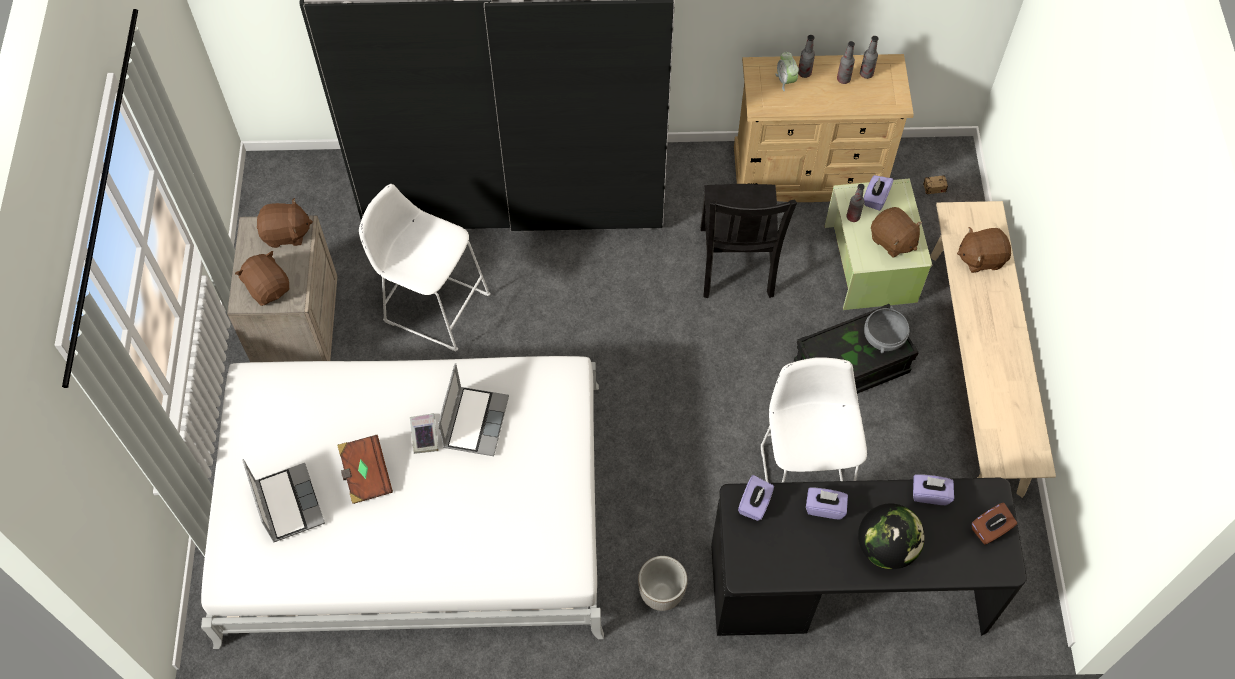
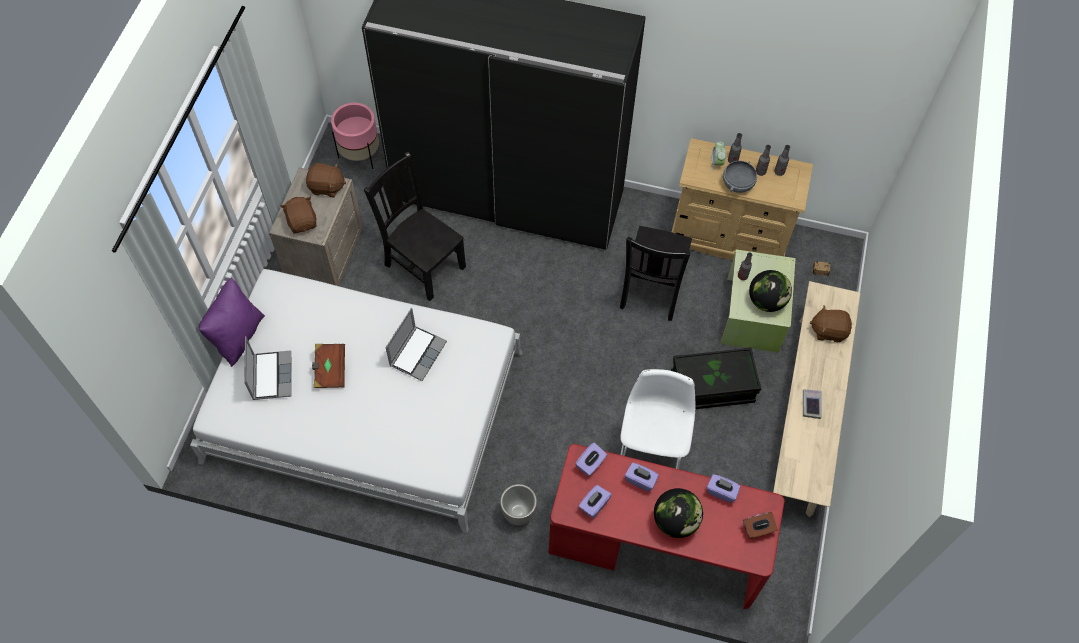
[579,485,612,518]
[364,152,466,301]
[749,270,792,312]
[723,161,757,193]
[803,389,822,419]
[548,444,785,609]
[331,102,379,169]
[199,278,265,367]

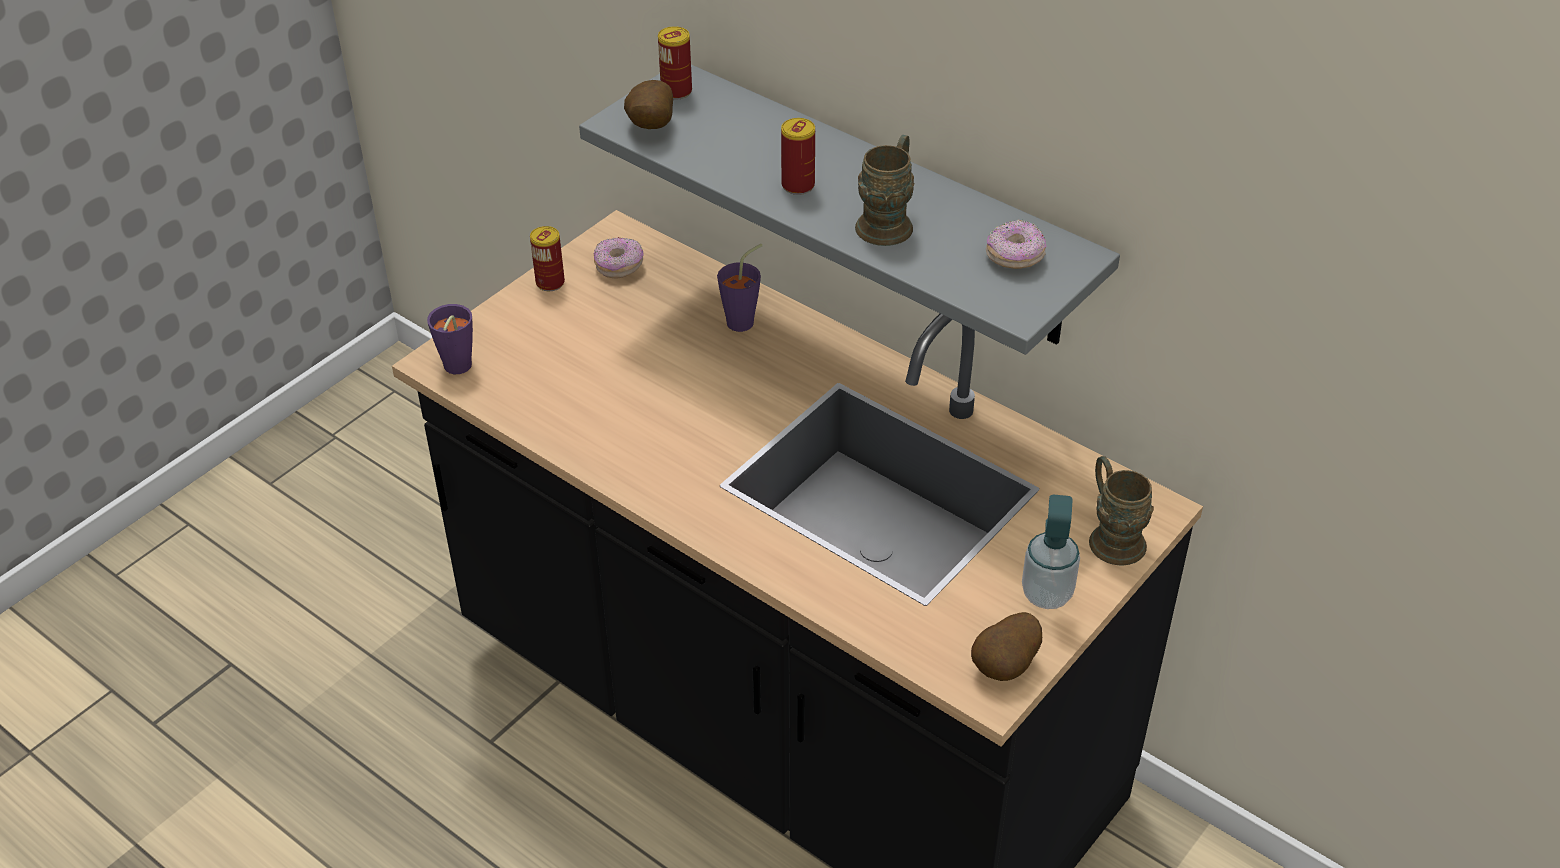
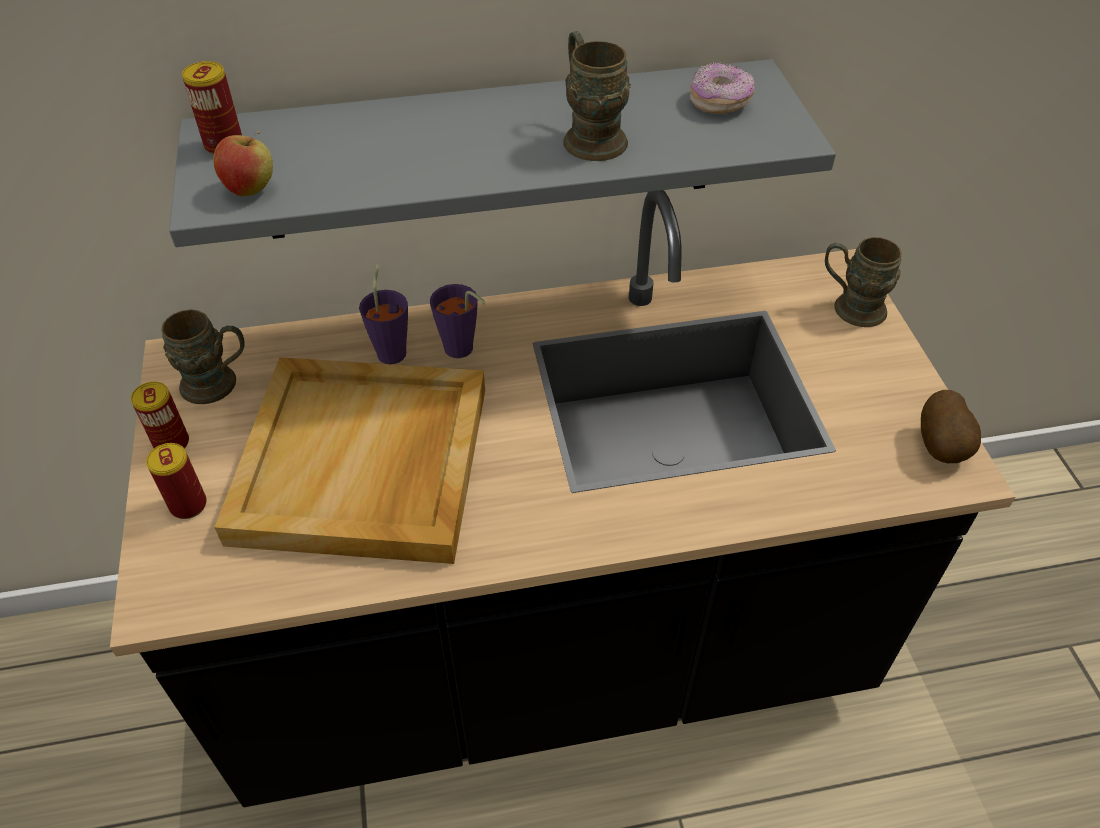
[213,131,273,196]
[146,443,207,519]
[162,310,245,404]
[430,284,485,358]
[1022,494,1080,609] (first image)
[214,357,485,564]

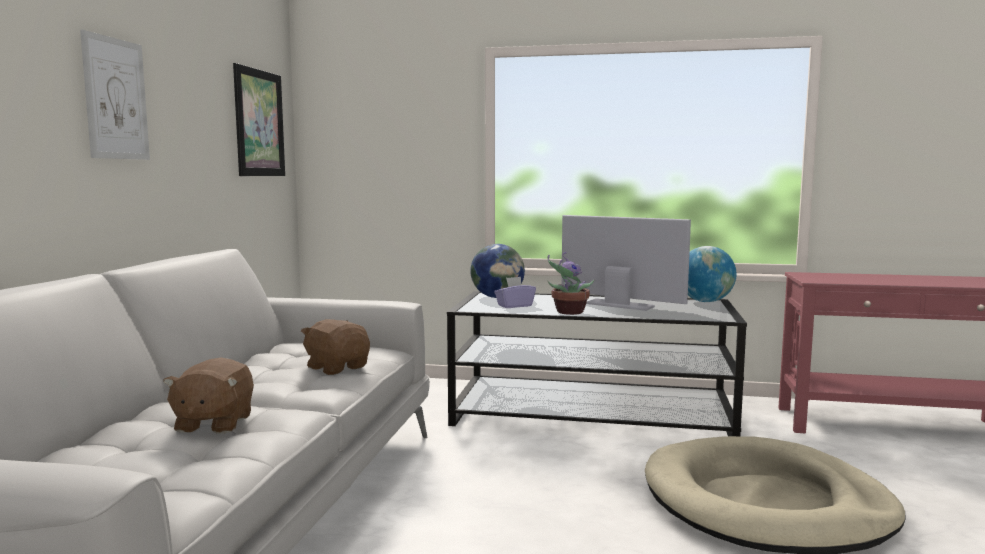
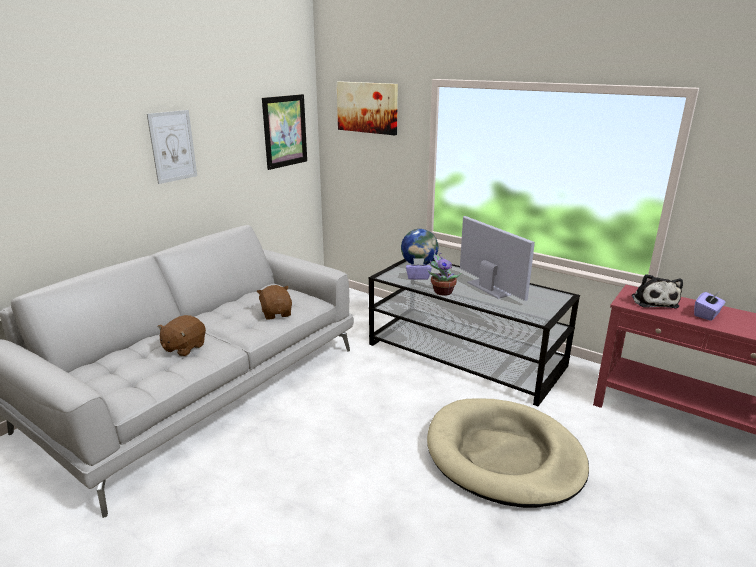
[688,246,737,302] (first image)
[337,81,398,135]
[632,274,683,308]
[694,291,726,321]

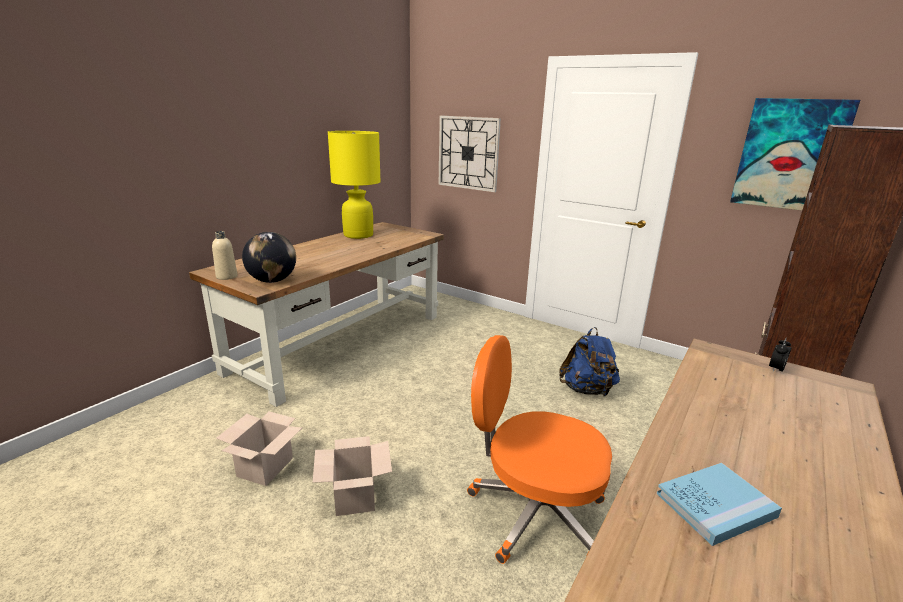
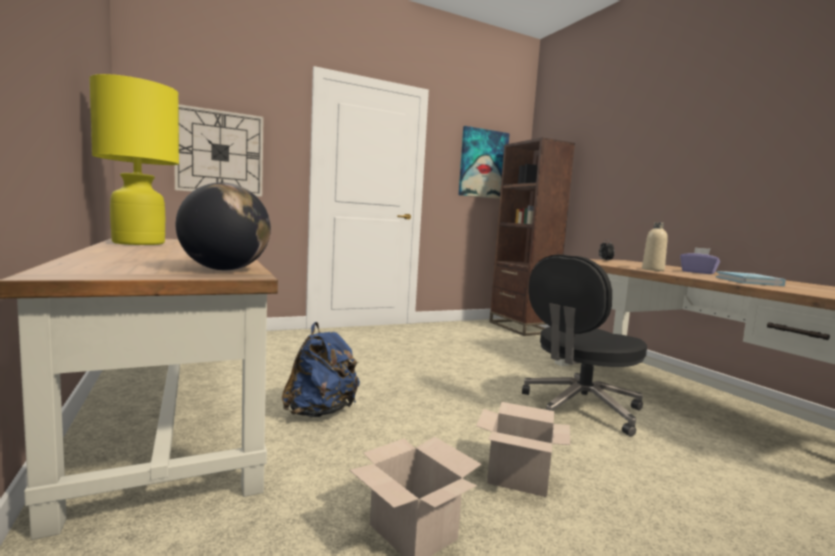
[642,222,668,271]
[282,322,360,417]
[522,254,647,437]
[680,247,720,274]

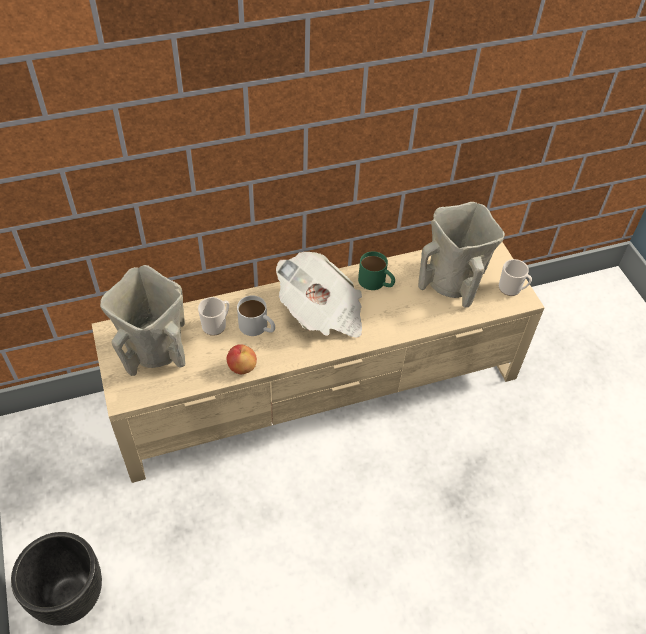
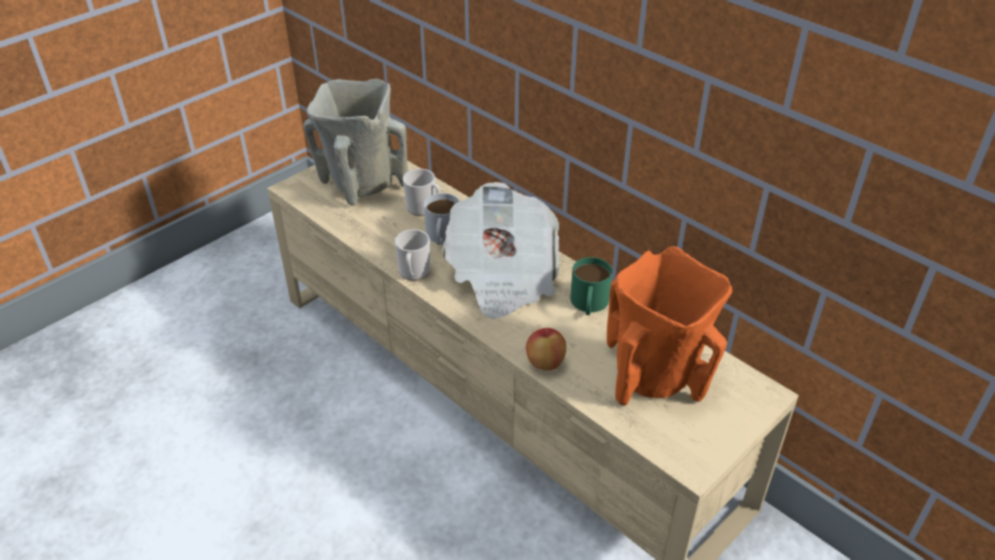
[607,246,732,406]
[395,229,430,281]
[526,328,566,370]
[11,532,102,626] (first image)

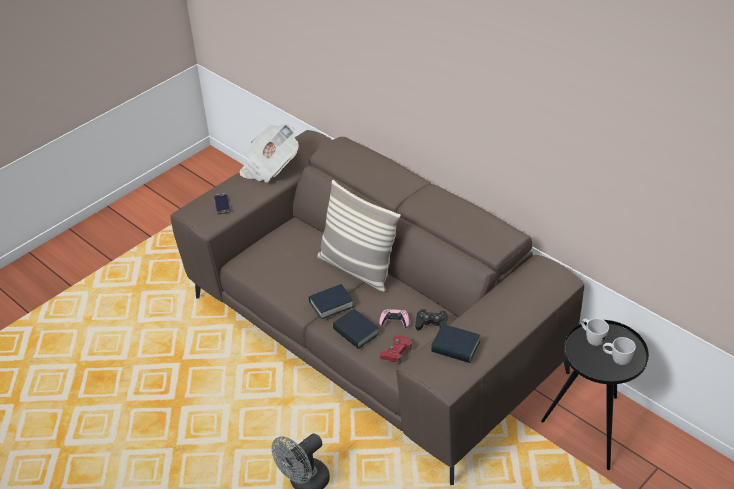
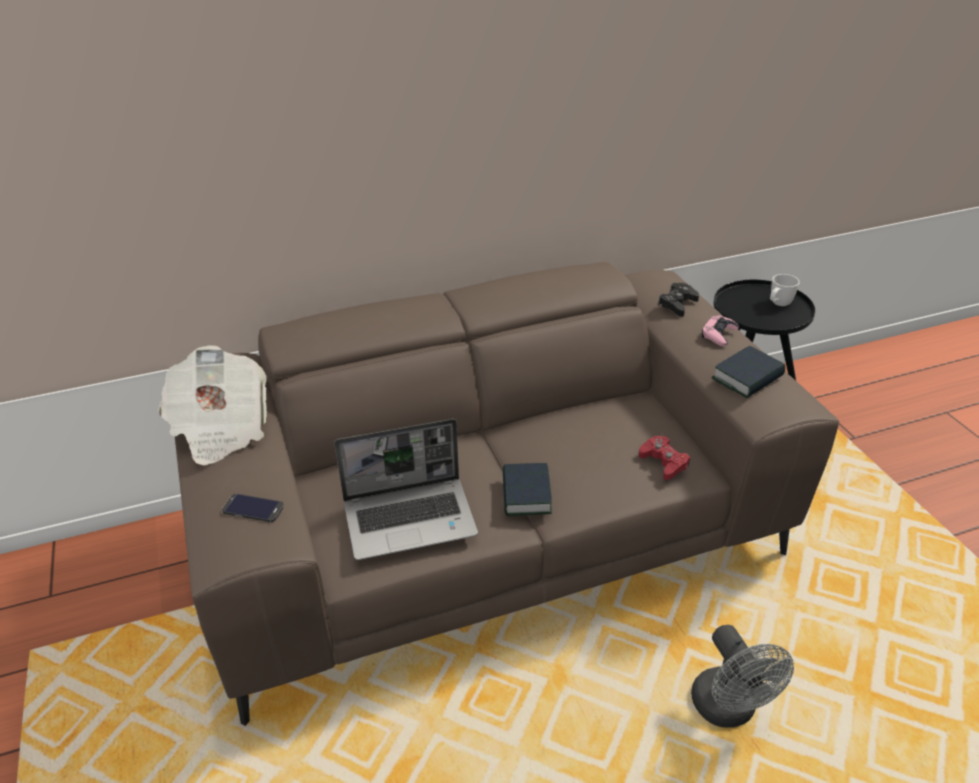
[317,180,401,292] (first image)
[332,309,379,349] (first image)
[702,315,739,346]
[658,283,699,317]
[581,318,609,346] (first image)
[334,419,478,560]

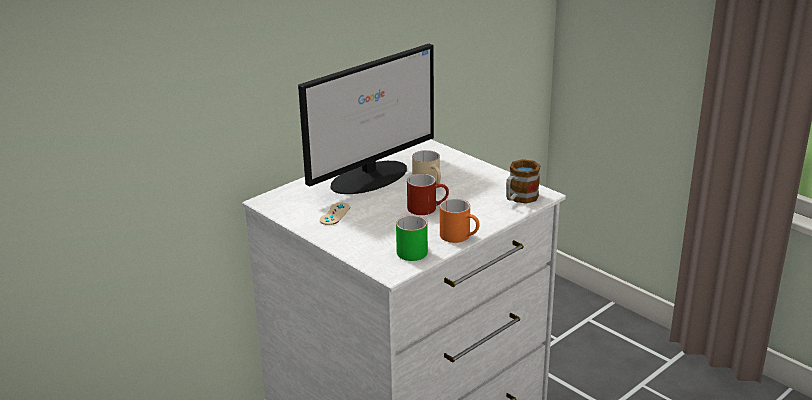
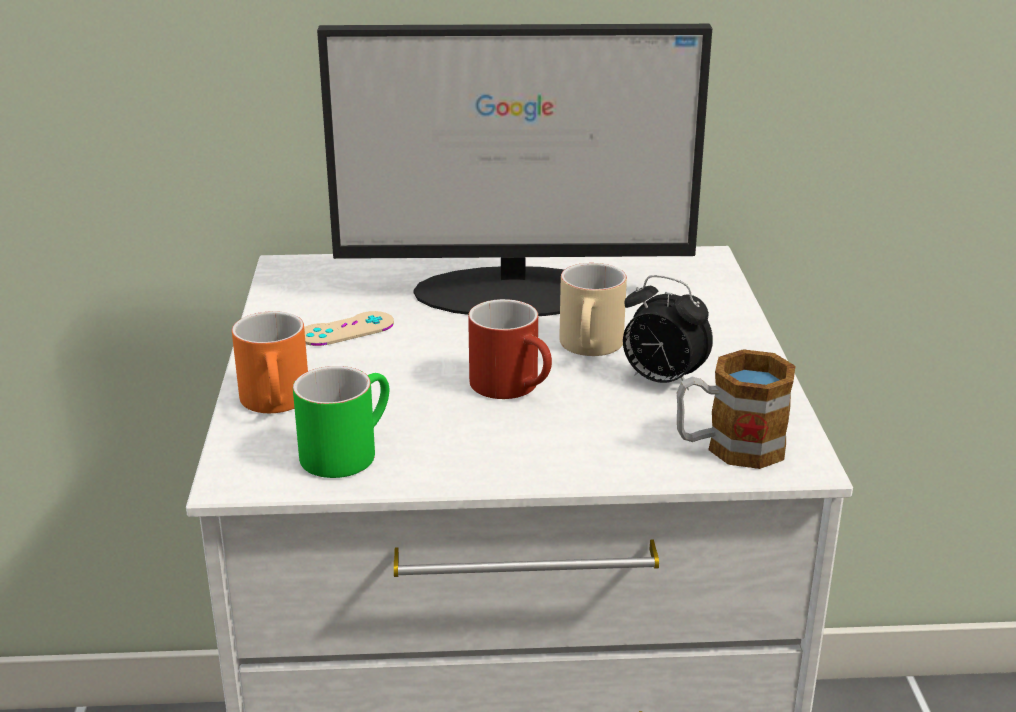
[232,311,308,413]
[623,275,713,390]

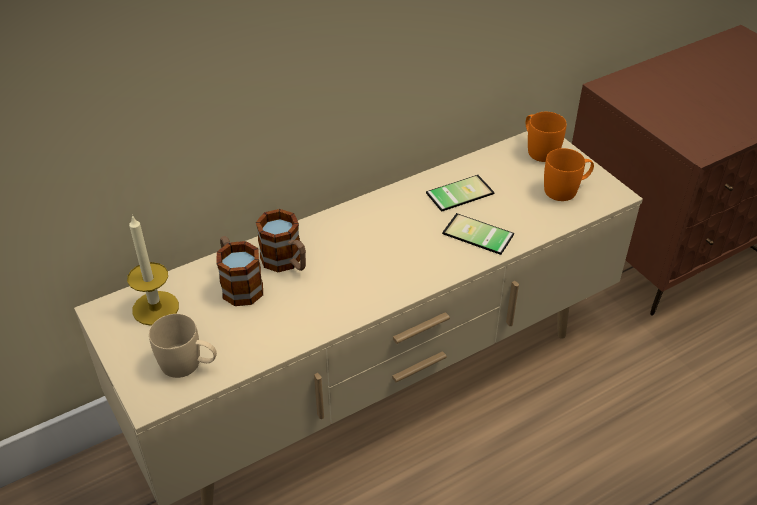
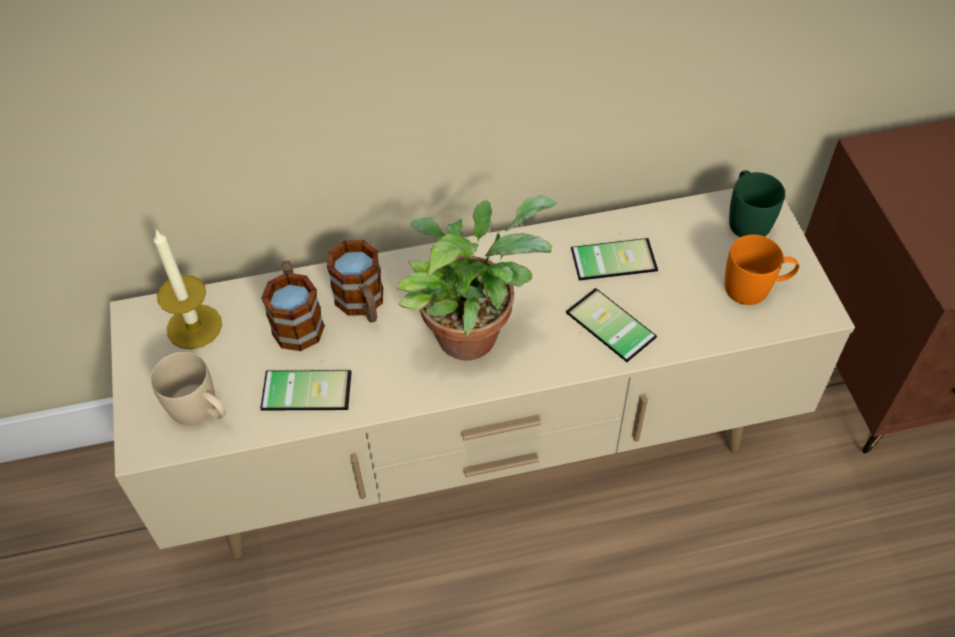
[729,170,785,237]
[397,196,557,361]
[260,370,351,410]

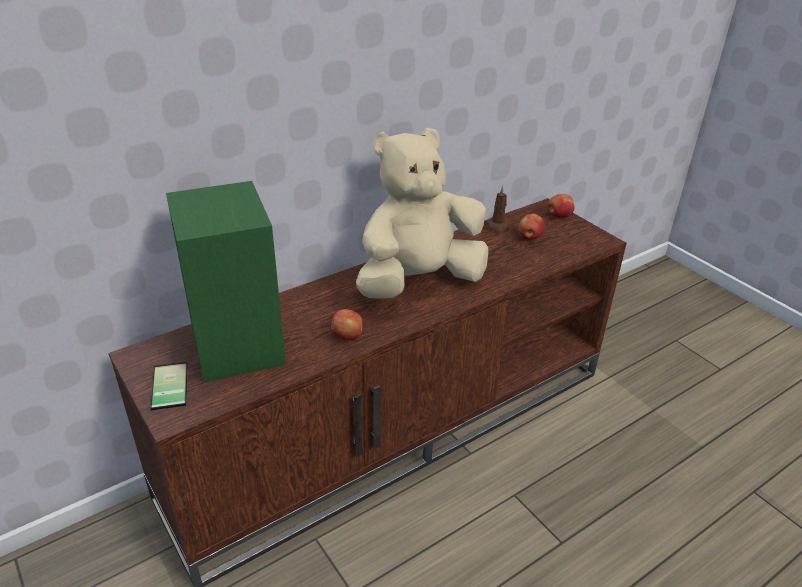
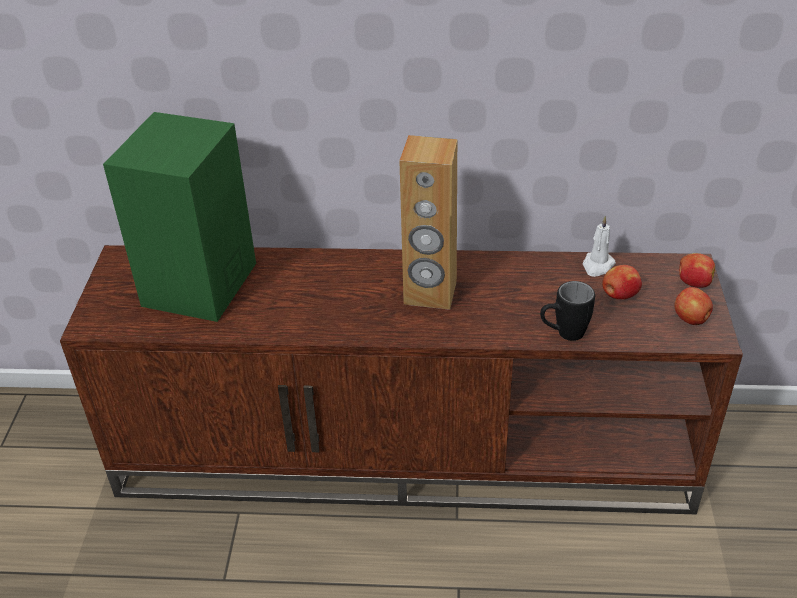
[399,135,457,310]
[582,216,616,277]
[674,287,713,325]
[151,362,188,410] (first image)
[540,281,595,341]

